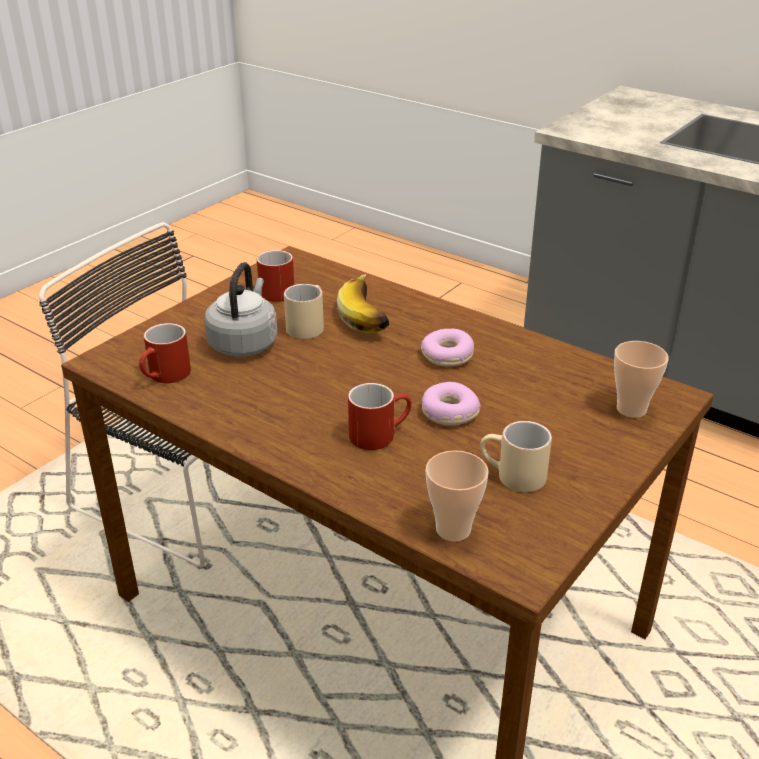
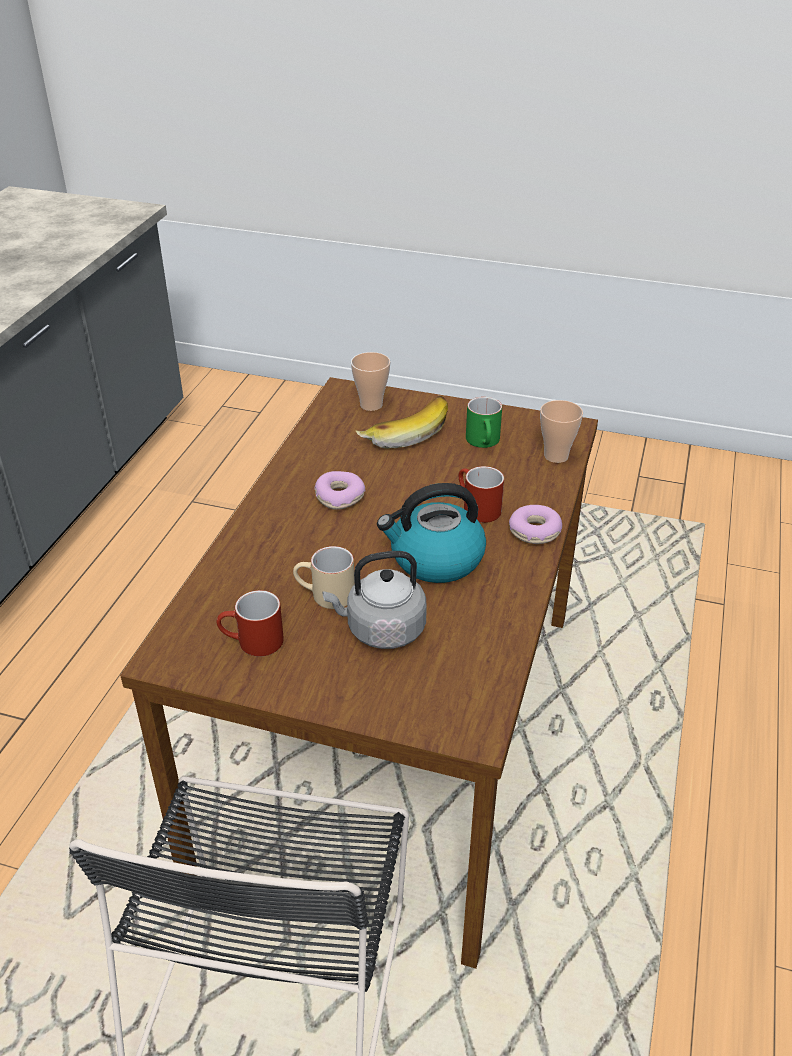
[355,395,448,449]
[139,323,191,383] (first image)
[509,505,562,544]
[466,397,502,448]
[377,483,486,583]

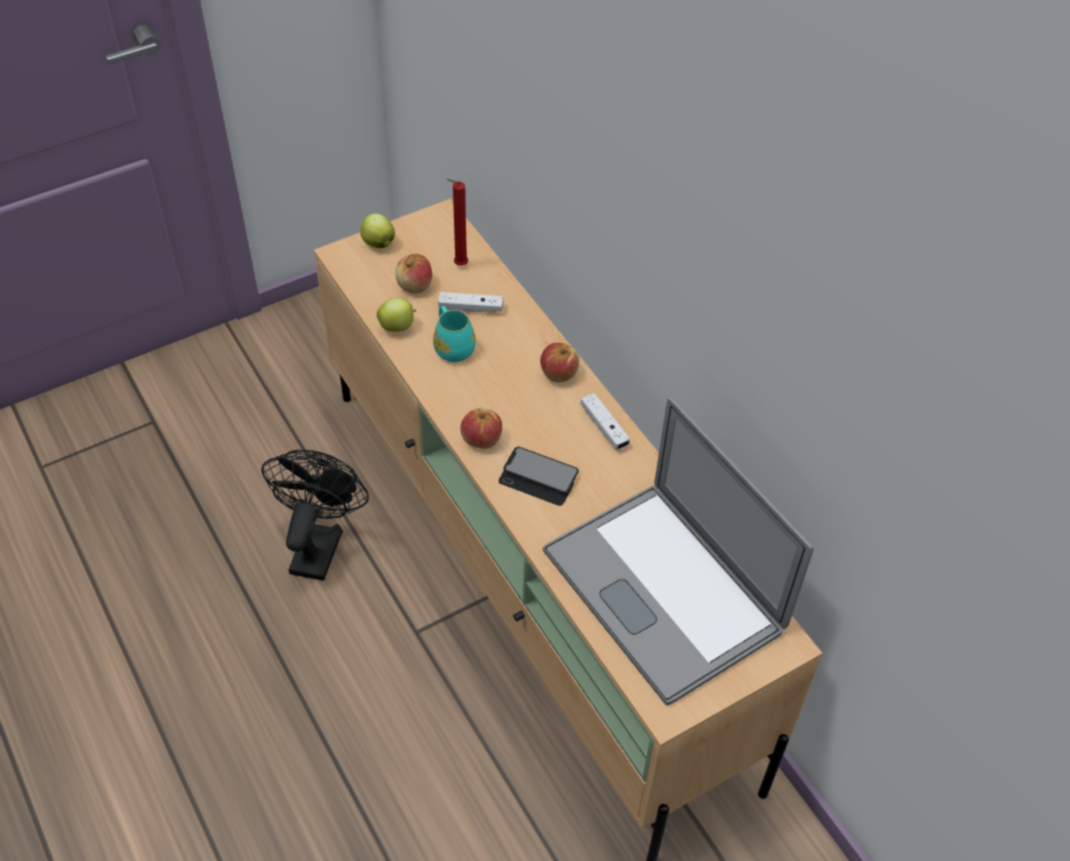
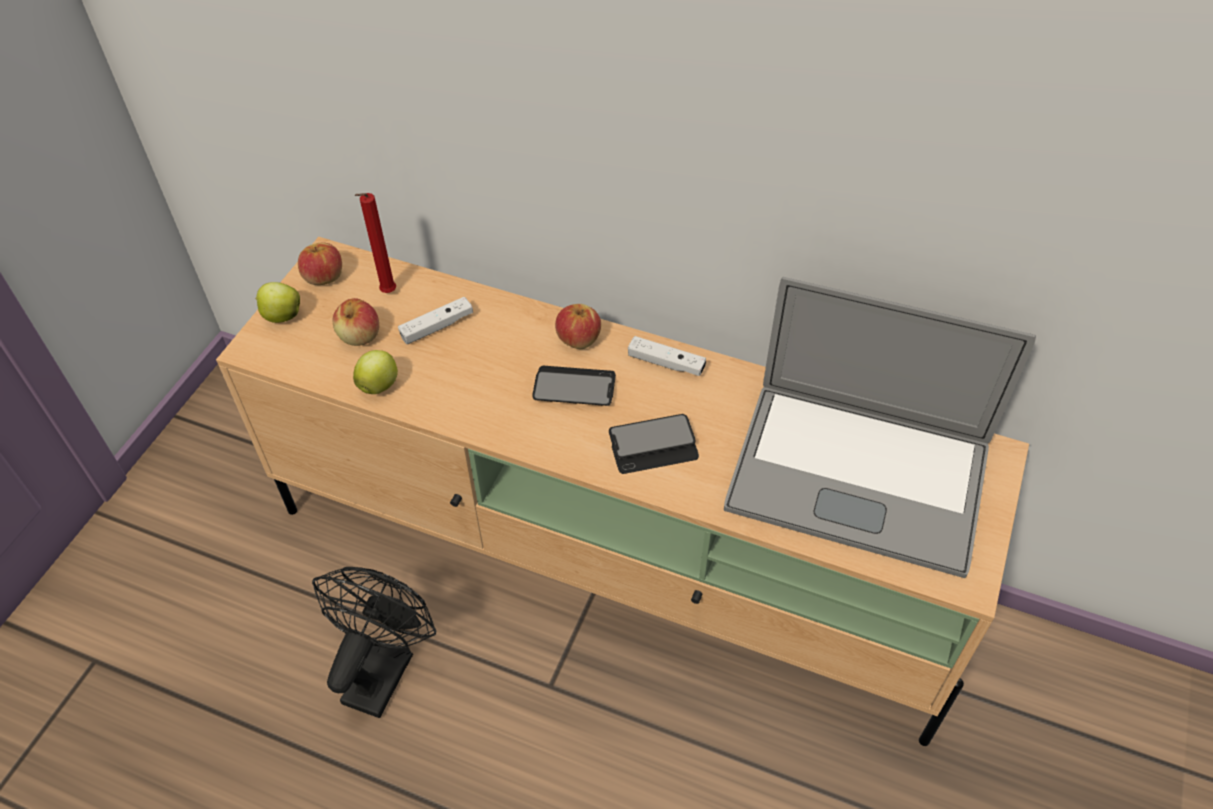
[433,306,476,362] (first image)
[298,243,342,285]
[312,567,436,718]
[532,366,616,406]

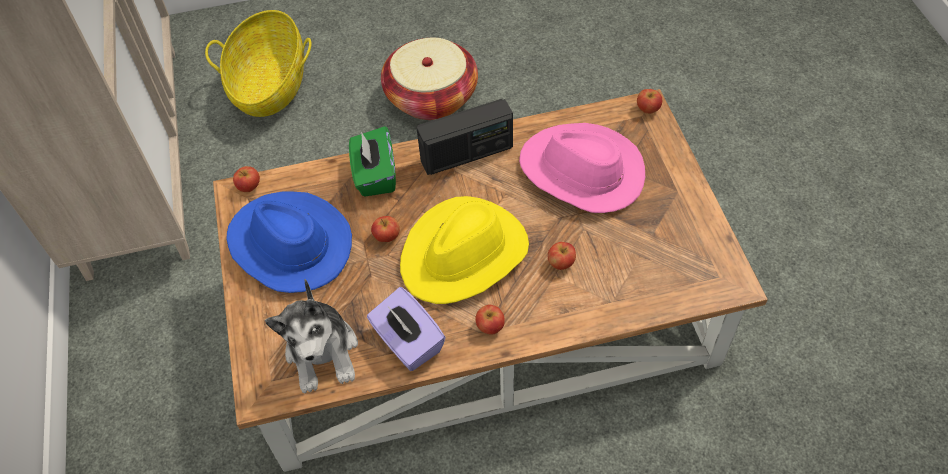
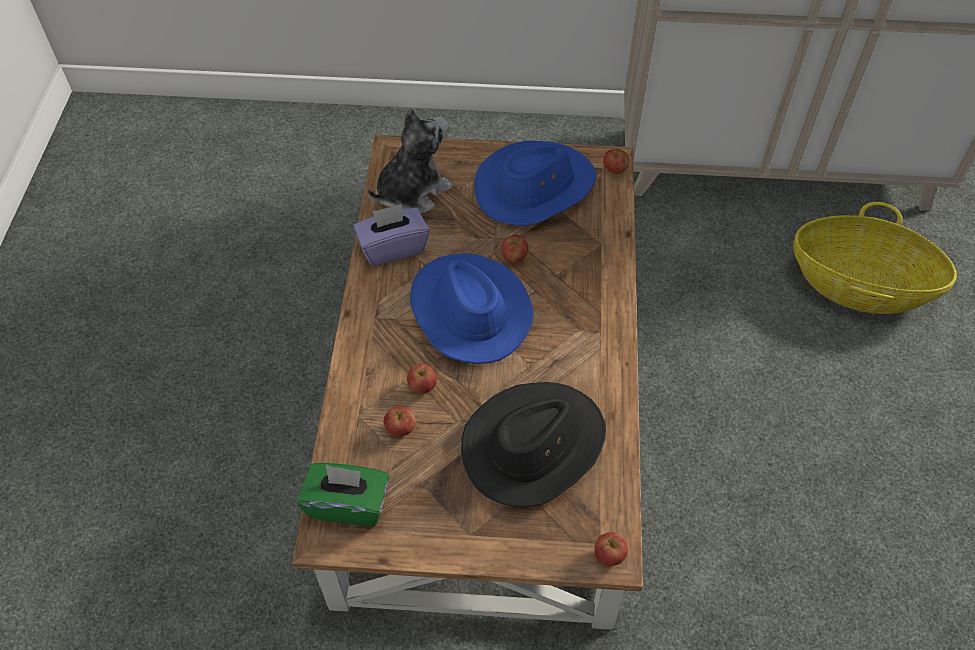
[381,37,478,120] (first image)
[416,99,513,175] (first image)
[461,382,606,508]
[297,463,389,526]
[410,253,534,364]
[368,108,454,213]
[384,406,416,436]

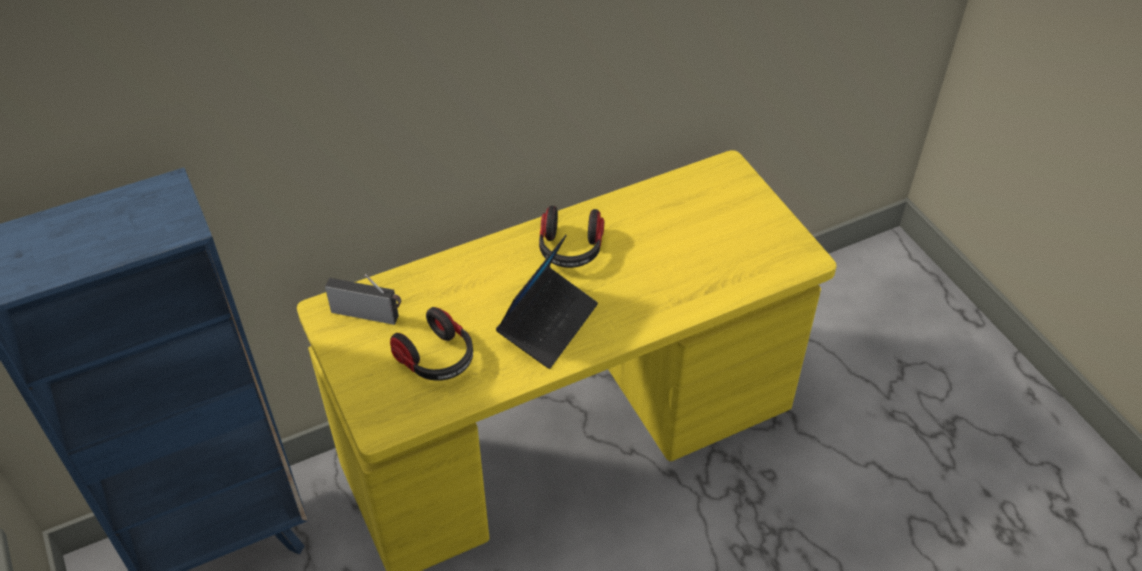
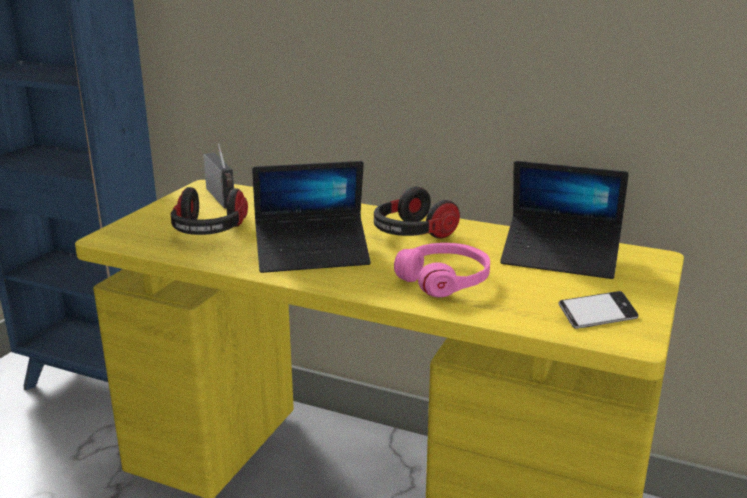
[500,161,629,279]
[394,243,490,297]
[559,291,639,329]

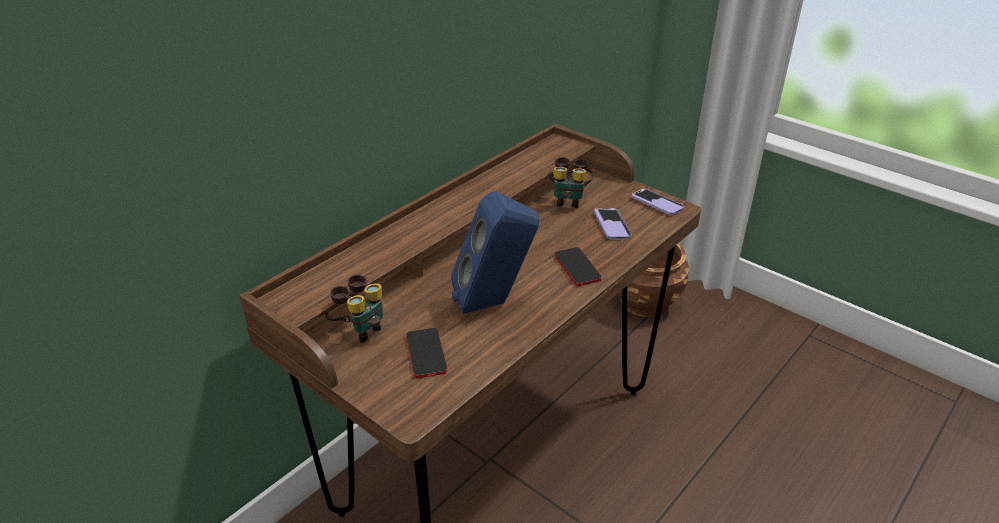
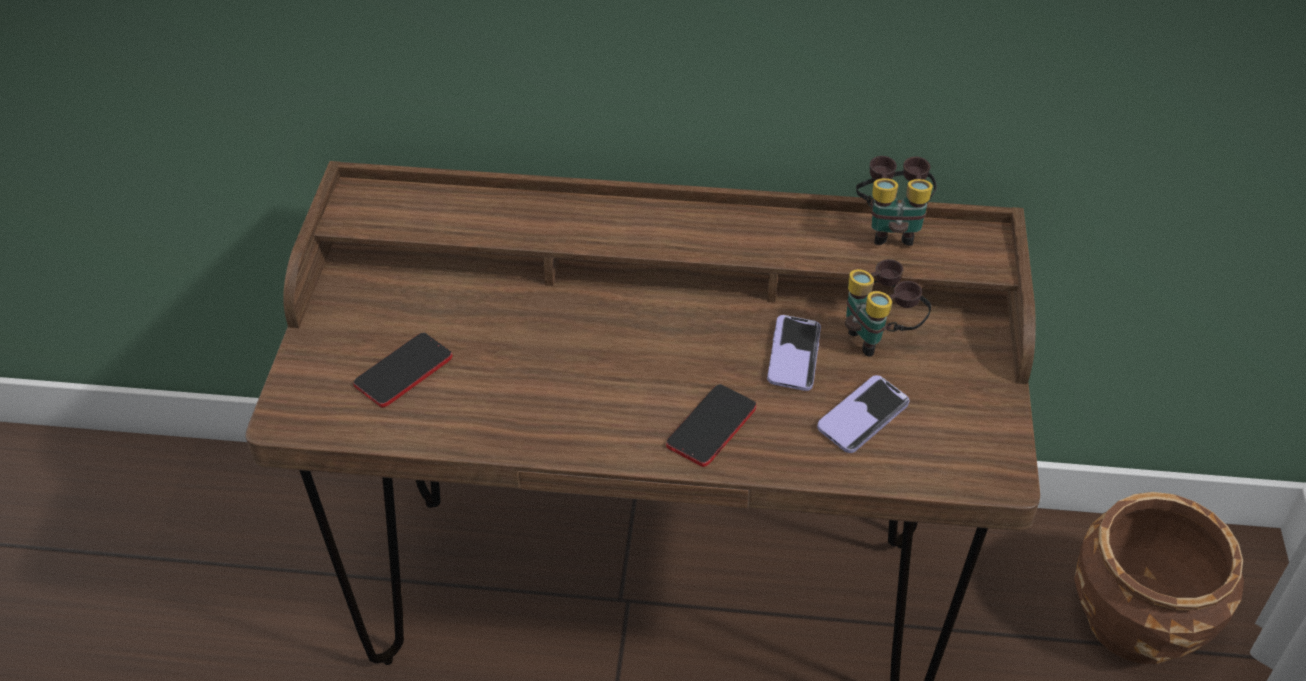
[767,315,821,391]
[451,191,539,314] (first image)
[856,156,937,246]

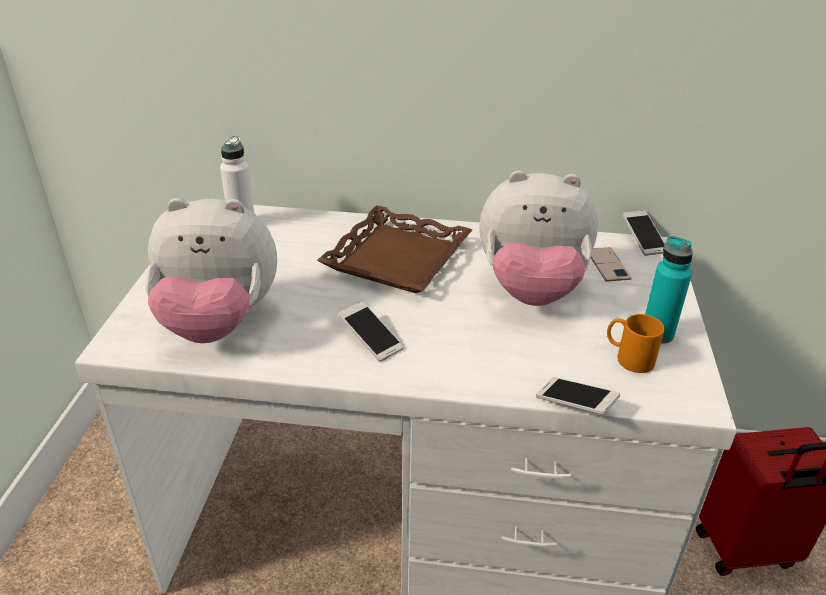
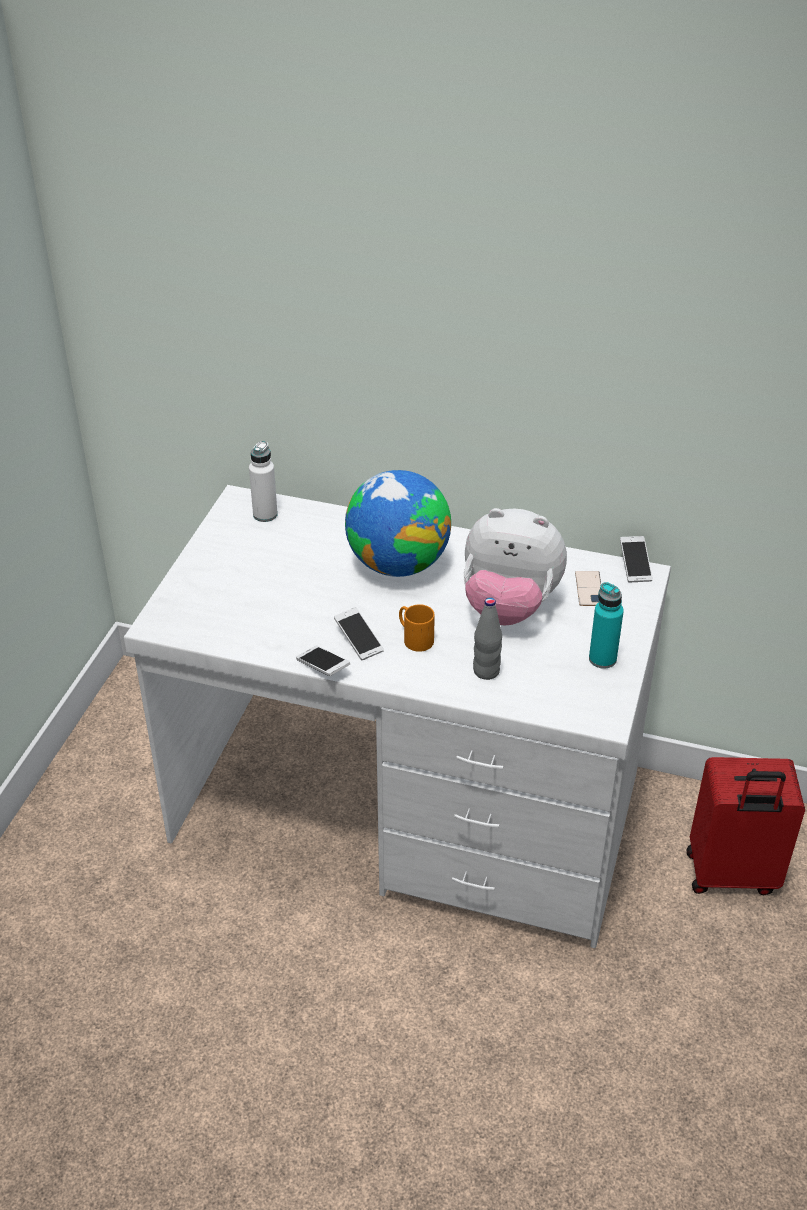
[145,198,277,343] (first image)
[345,470,451,577]
[399,604,435,652]
[296,646,350,676]
[473,597,502,680]

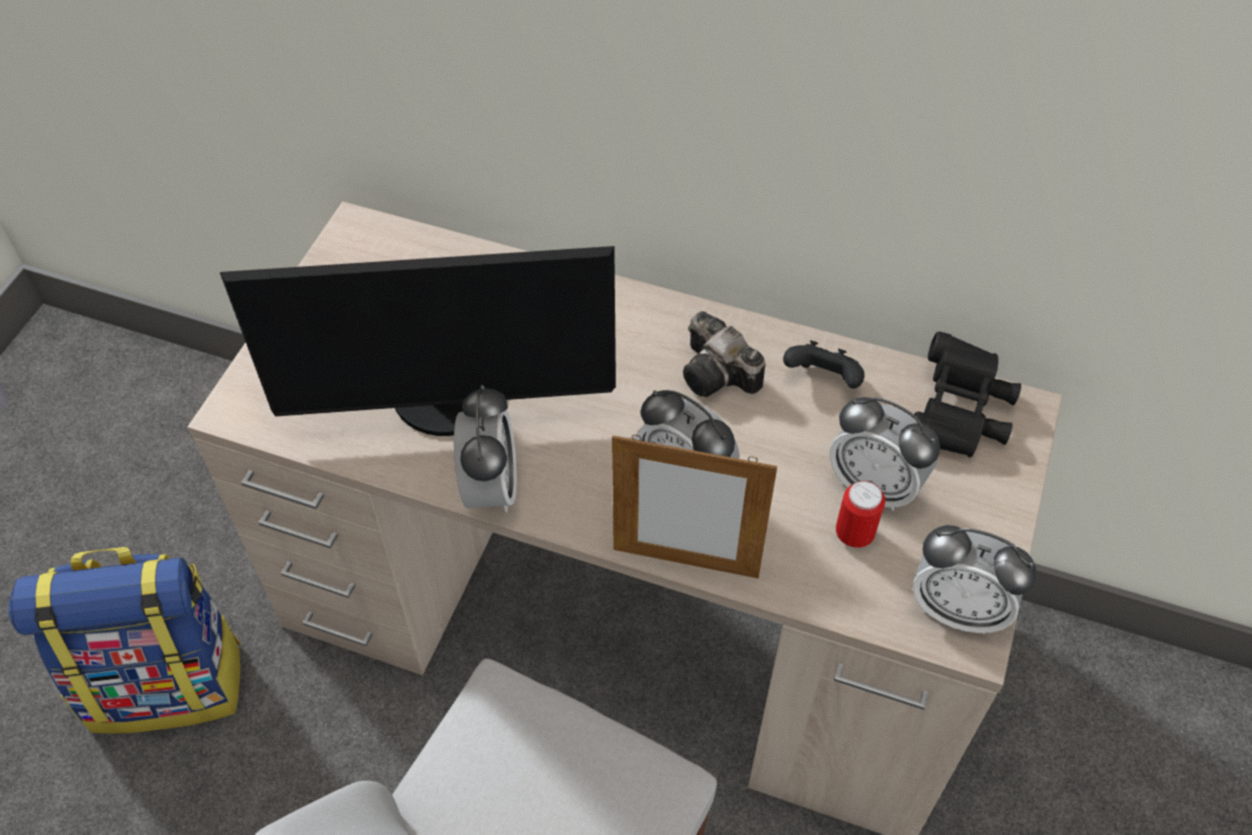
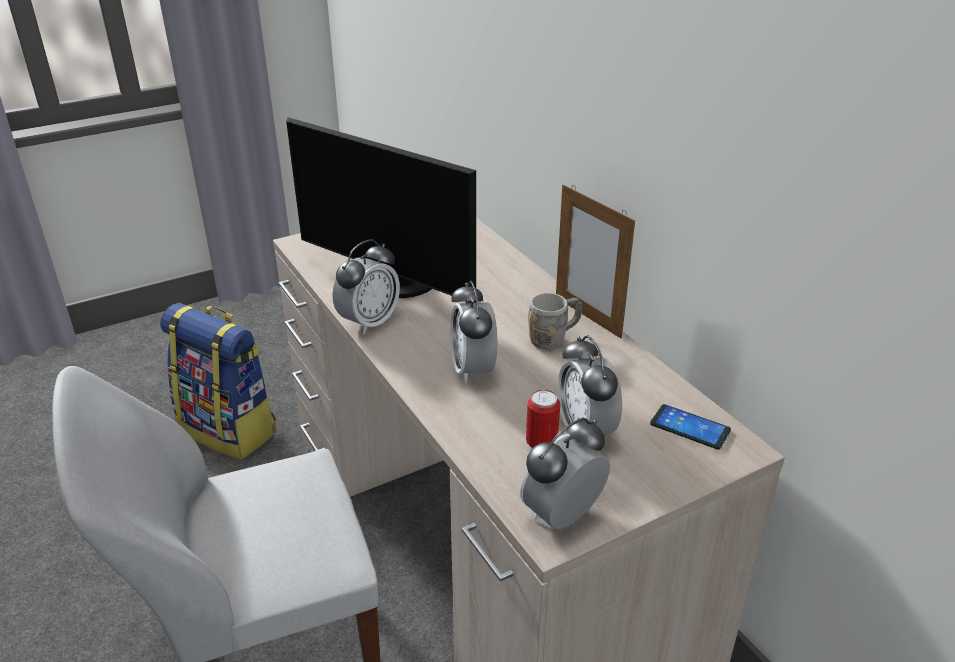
[528,293,582,350]
[650,404,731,450]
[783,340,865,388] (first image)
[556,185,635,338]
[520,418,610,529]

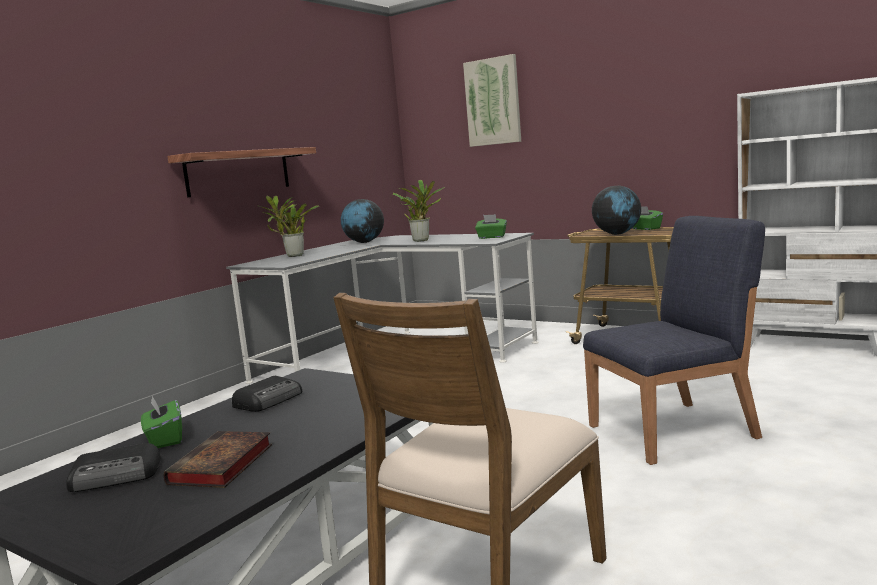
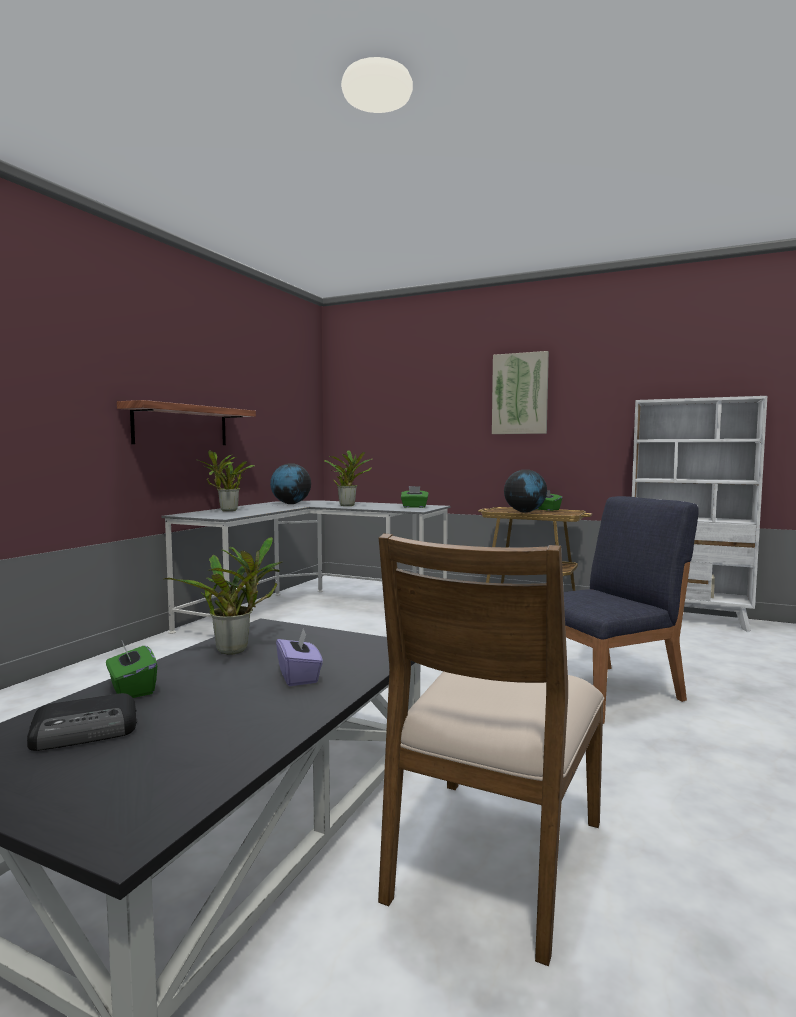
[492,351,549,434]
[163,537,282,655]
[164,431,272,488] (first image)
[276,630,323,686]

